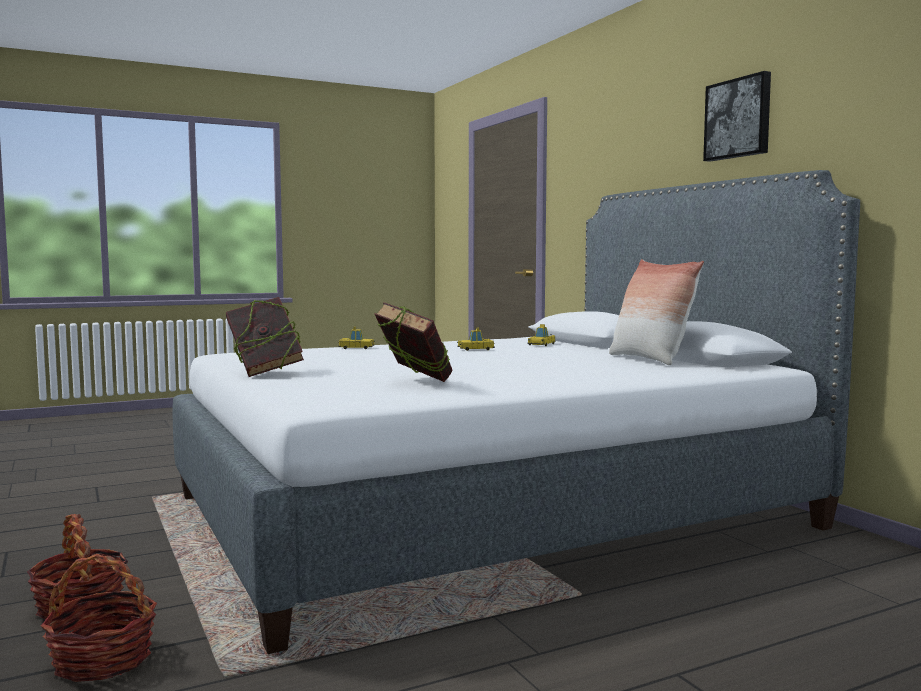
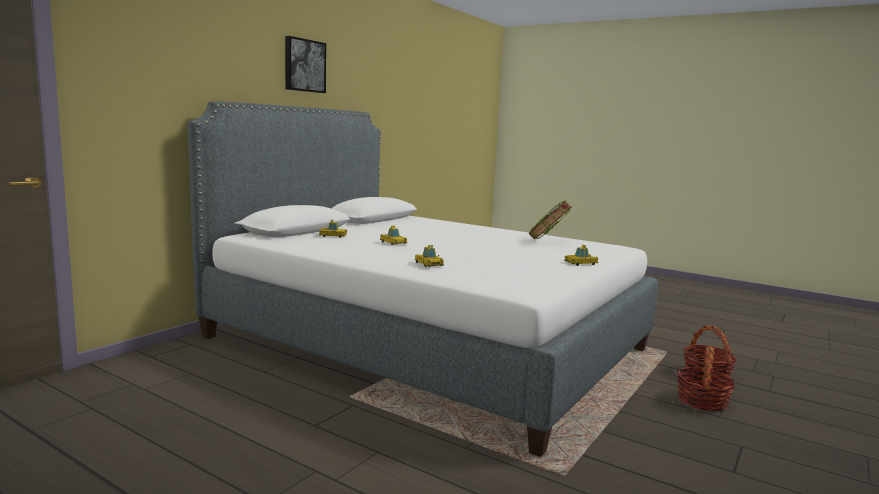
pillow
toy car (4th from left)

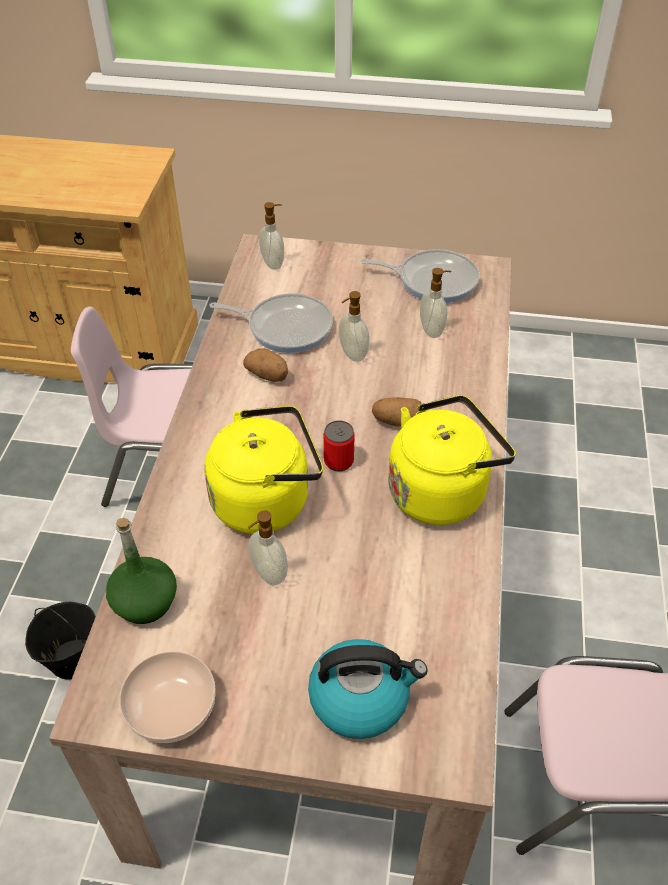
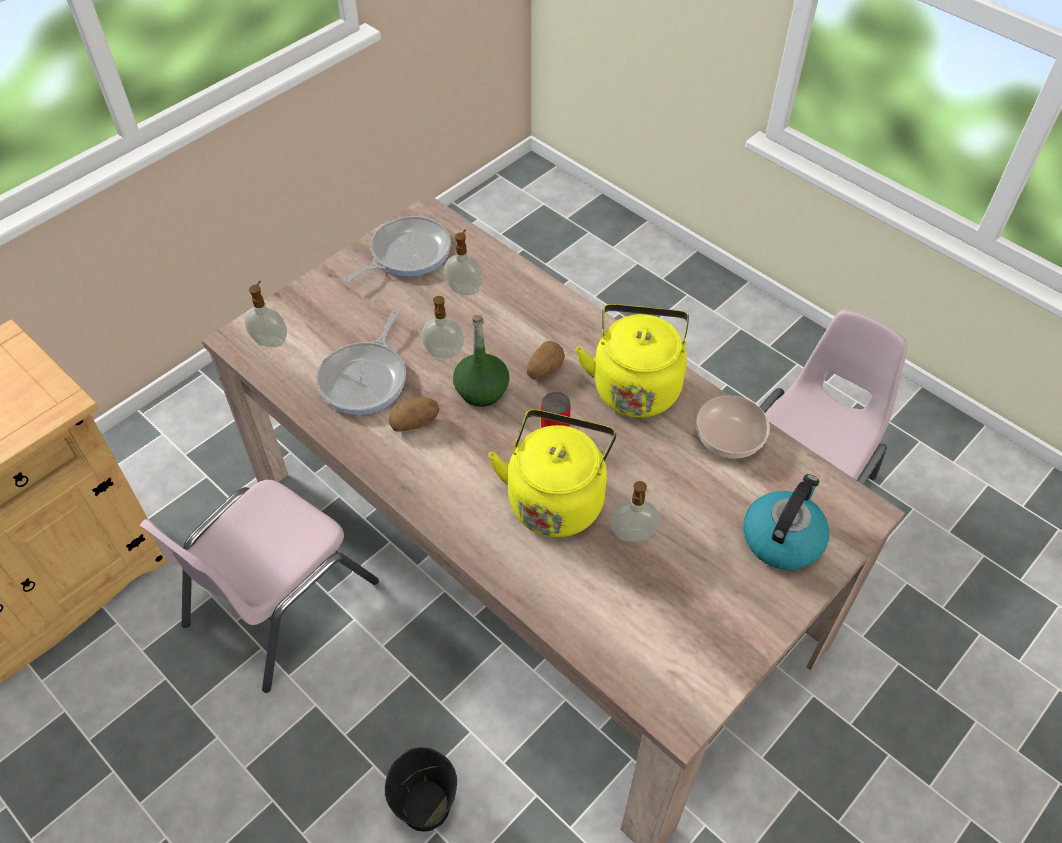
green bottle
bowl
frying pan (1st from left)

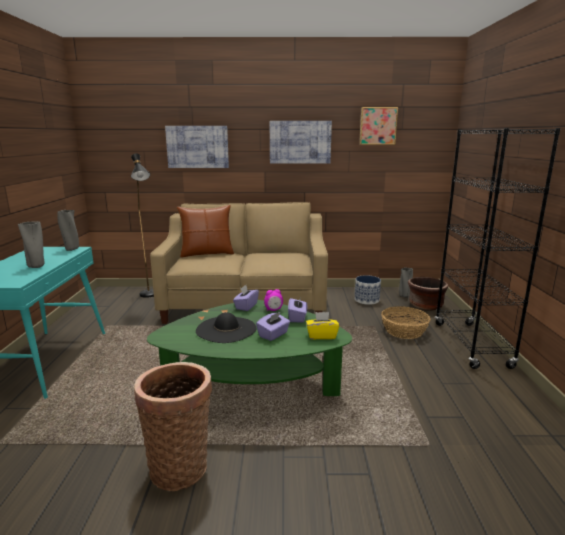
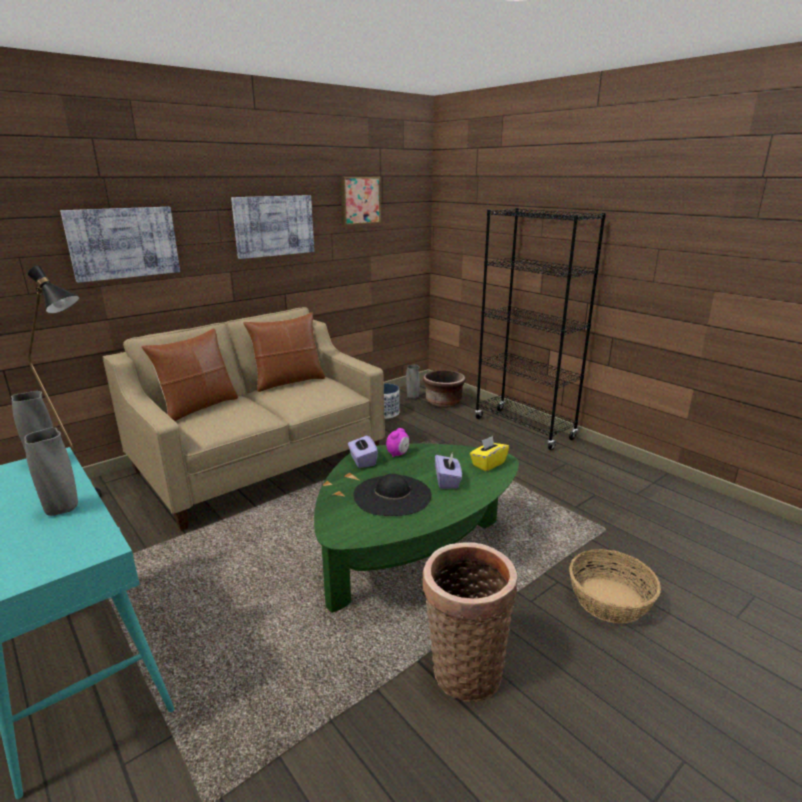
purple tissue box (3rd from left in the first image)
brown pillow (2nd from left)
basket (2nd from left)

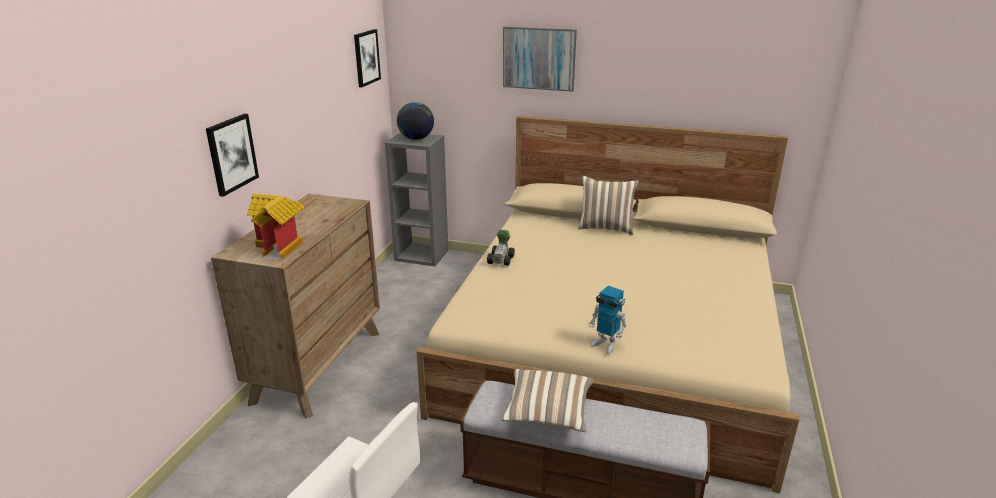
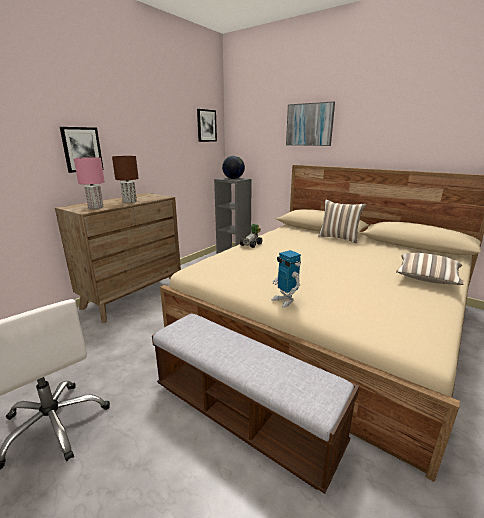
brown table lamp
pillow (2nd from left)
pink table lamp

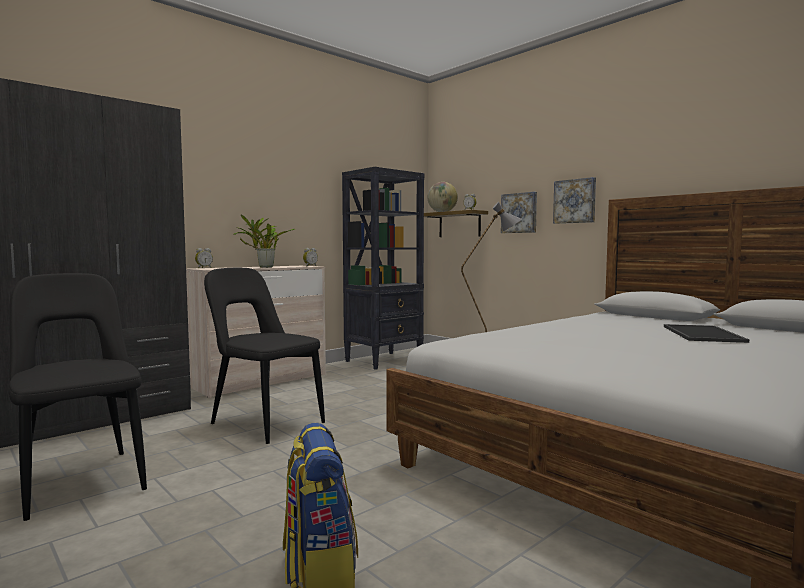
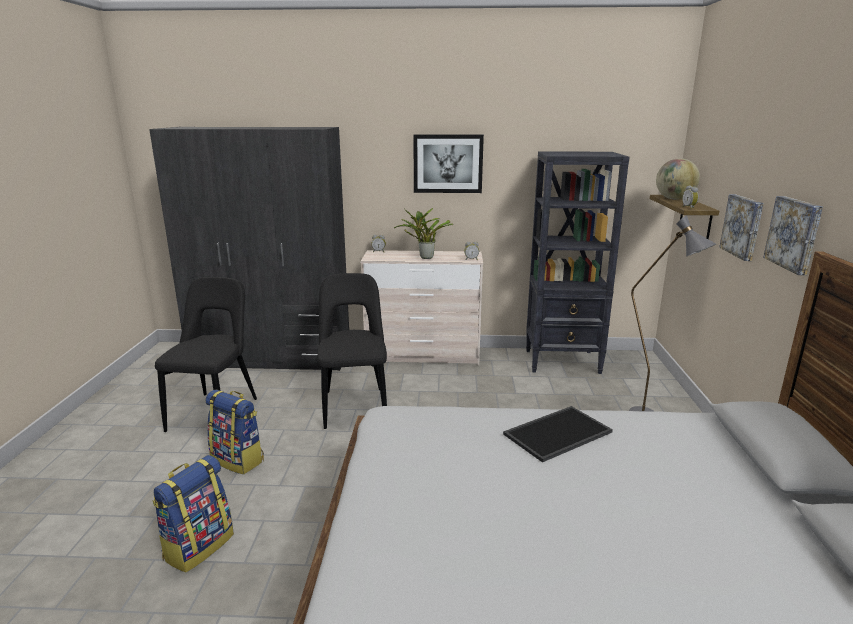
backpack (2nd from left)
picture (1st from left)
tray

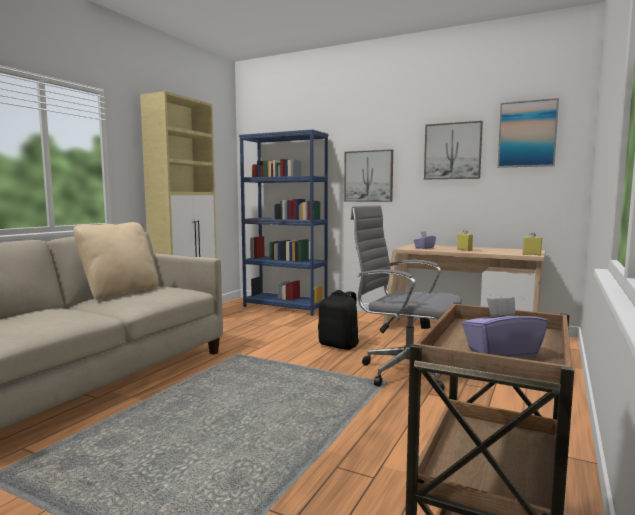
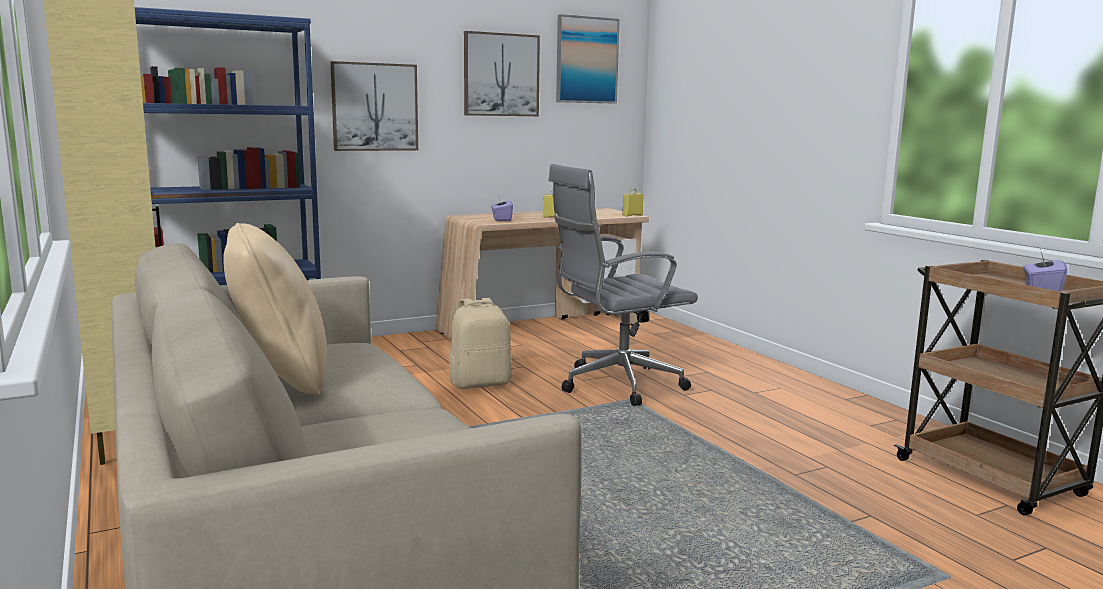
beige backpack

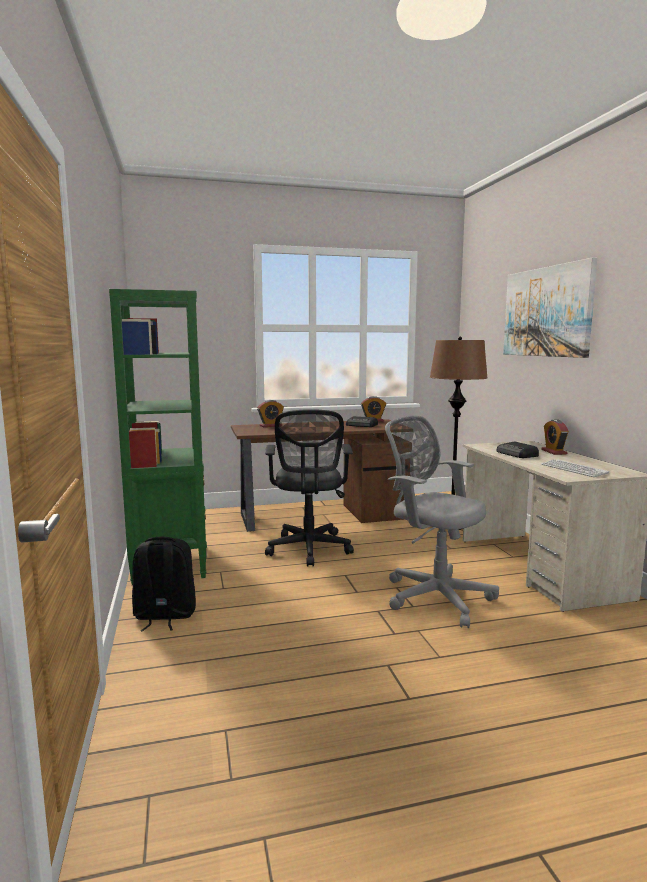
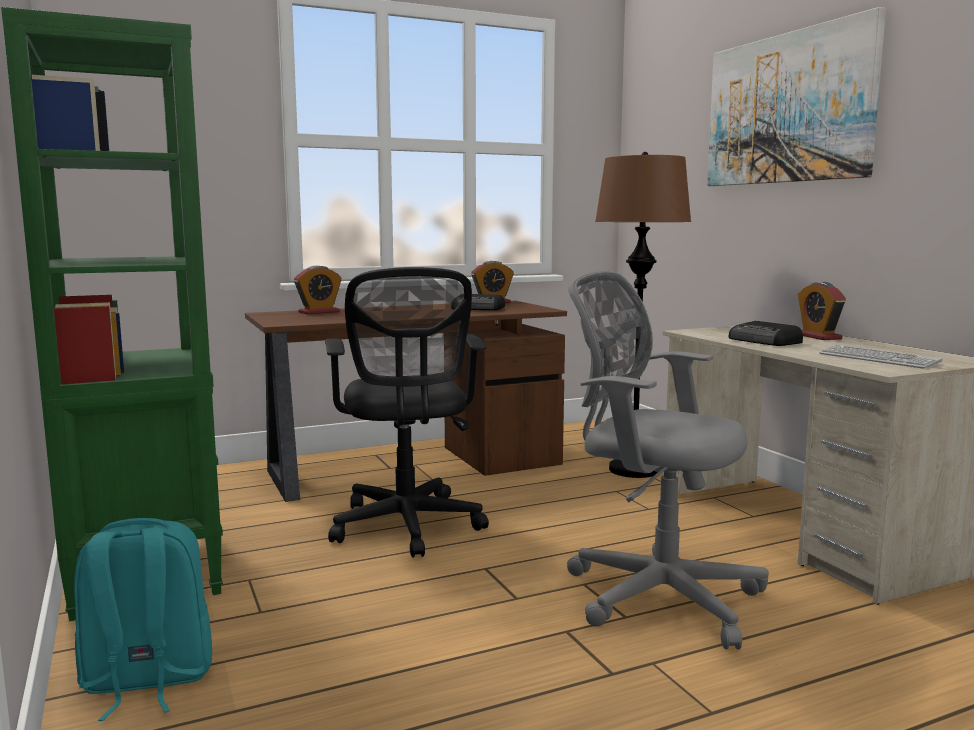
turquoise backpack

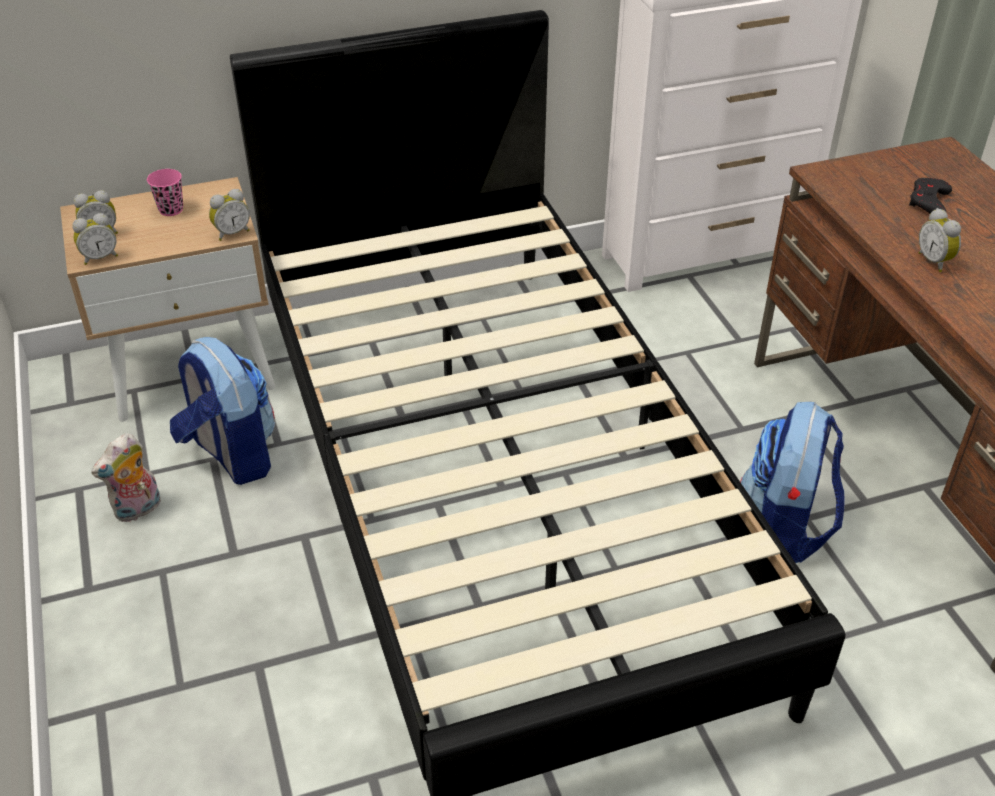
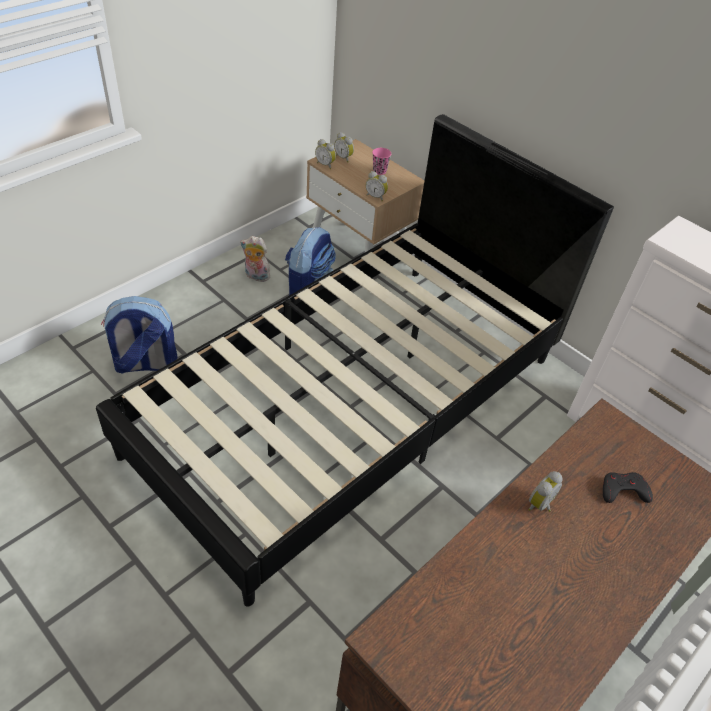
backpack (1st from left)

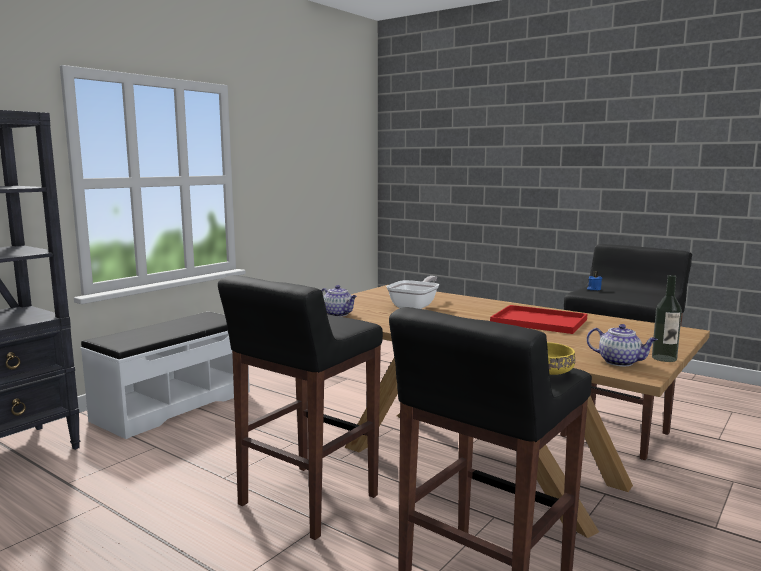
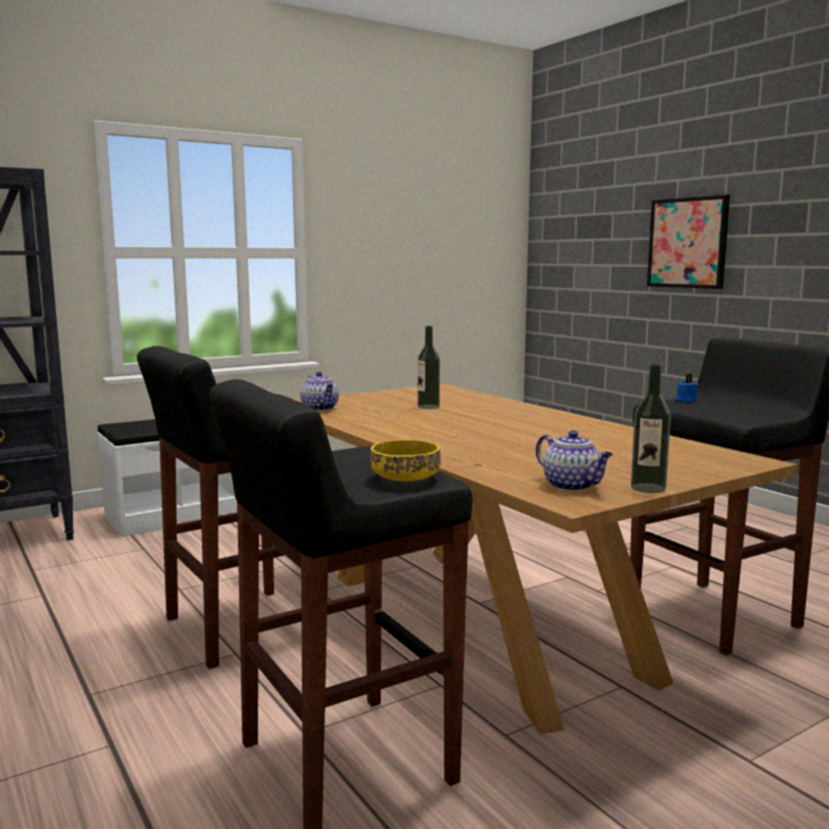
red tray
picture
bottle (1st from left)

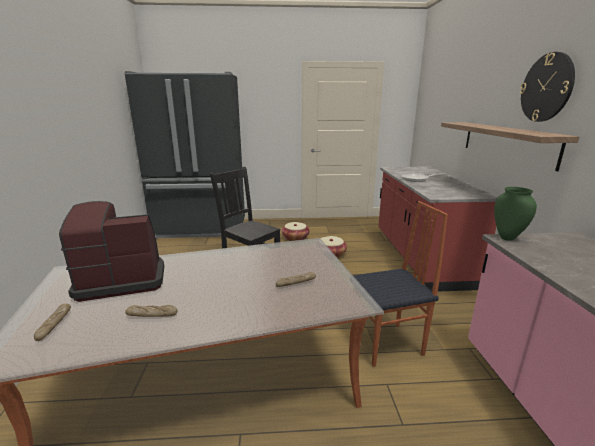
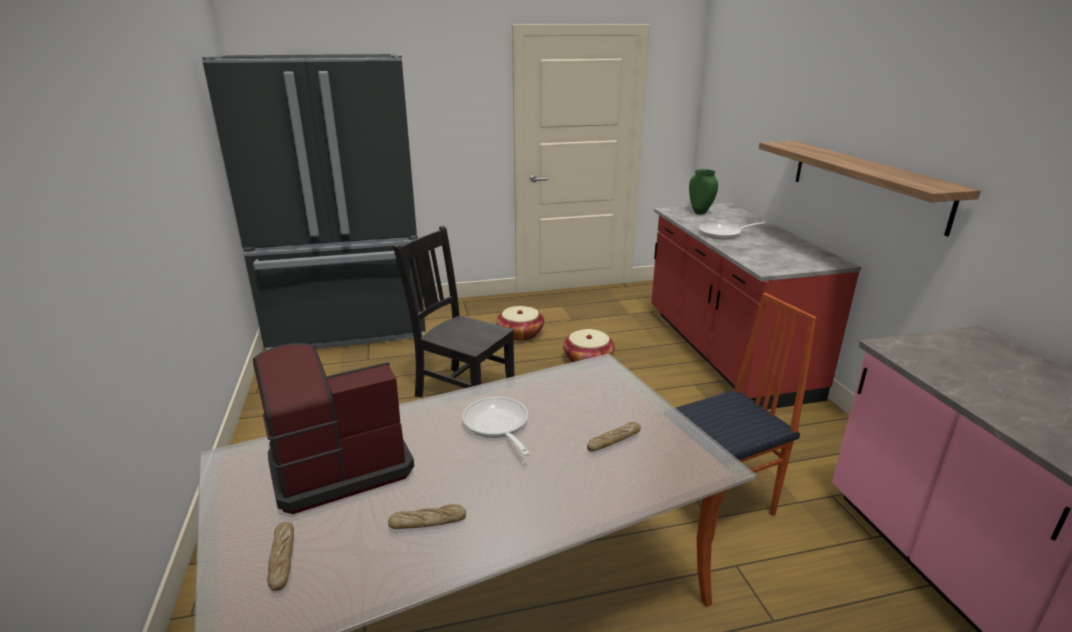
wall clock
frying pan (1st from left)
green vase

